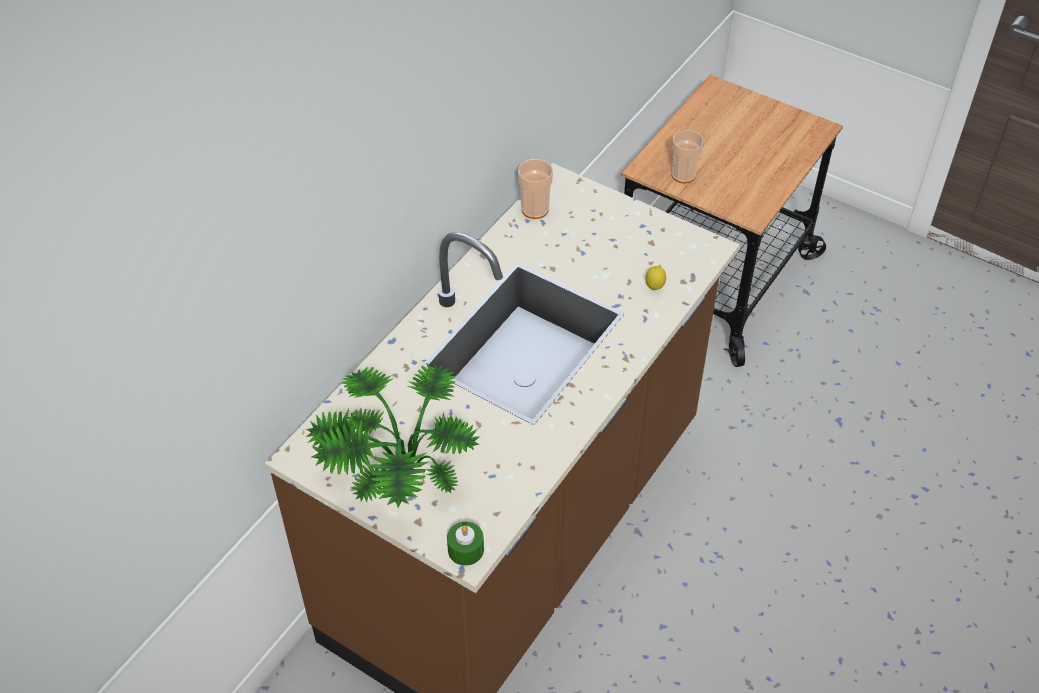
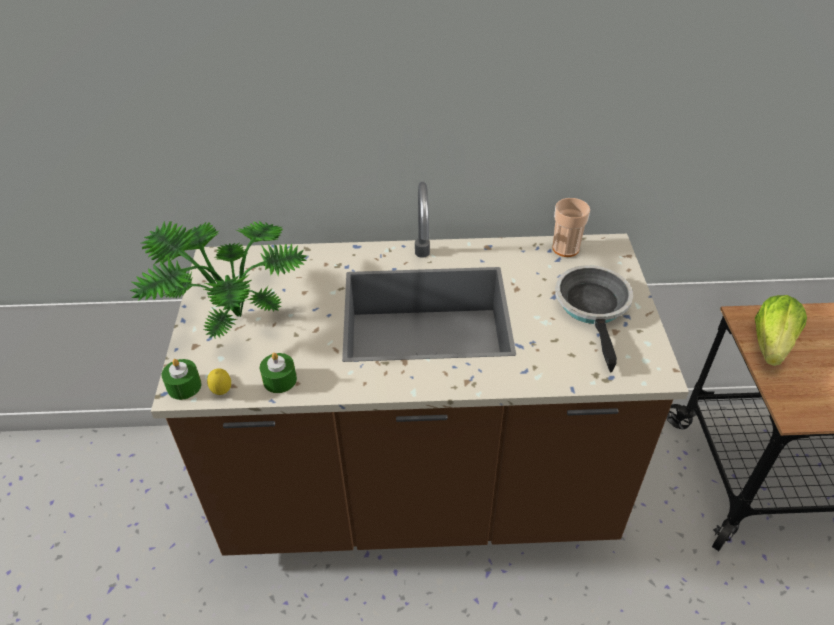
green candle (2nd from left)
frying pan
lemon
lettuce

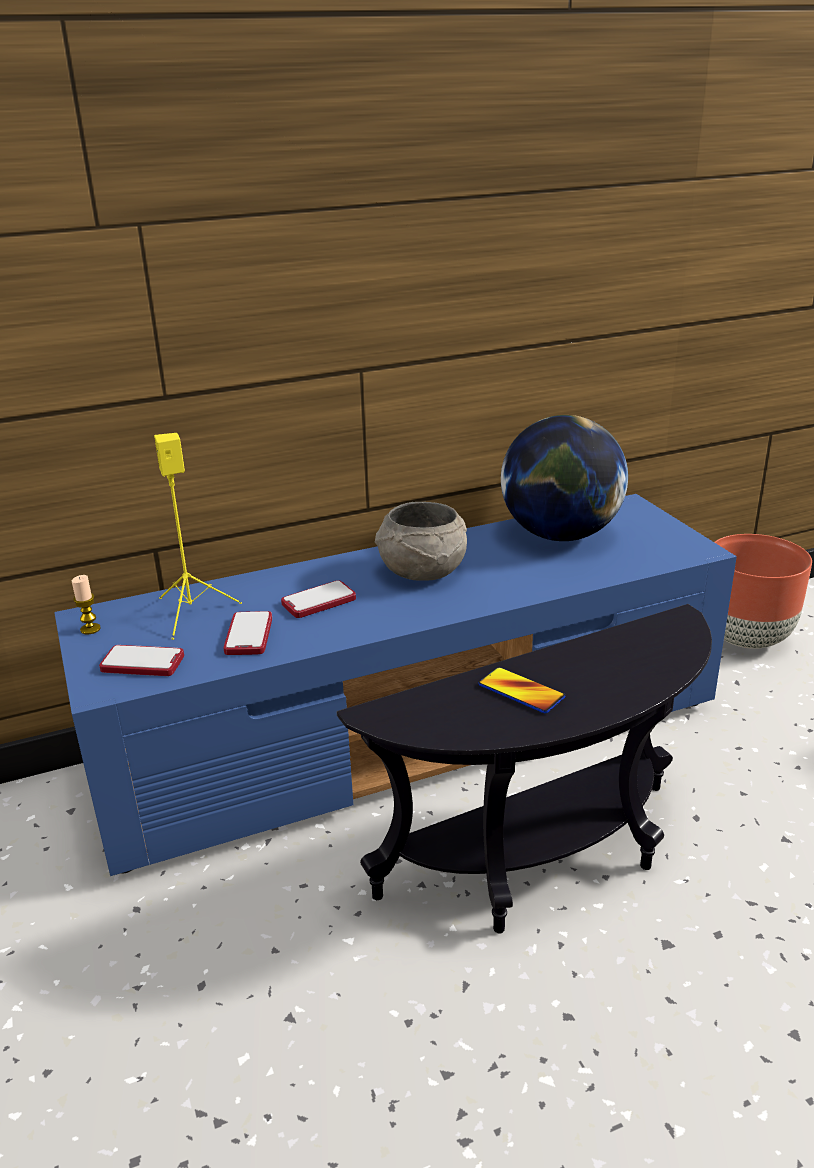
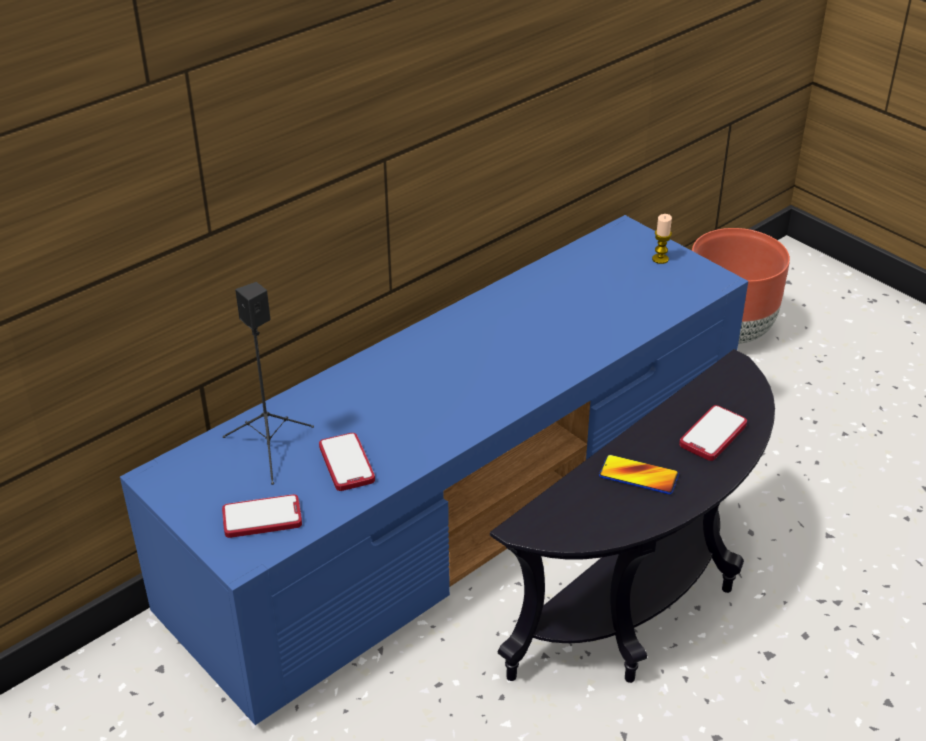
grey bowl
globe
candle
phone (4th from left)
black speaker

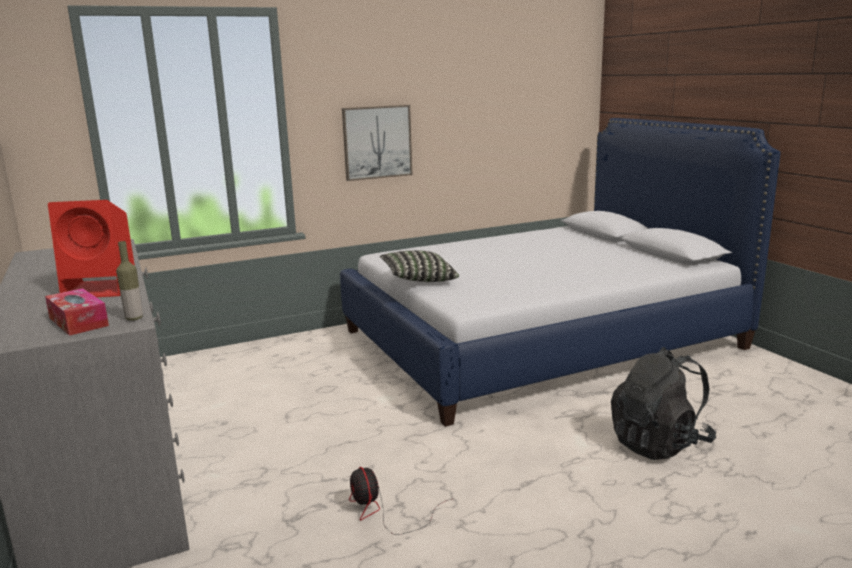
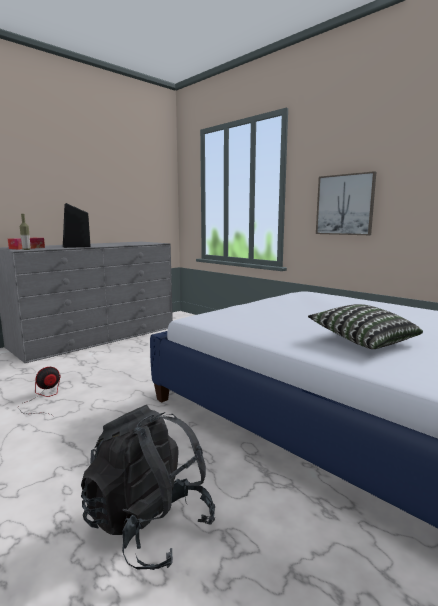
pillow
black speaker

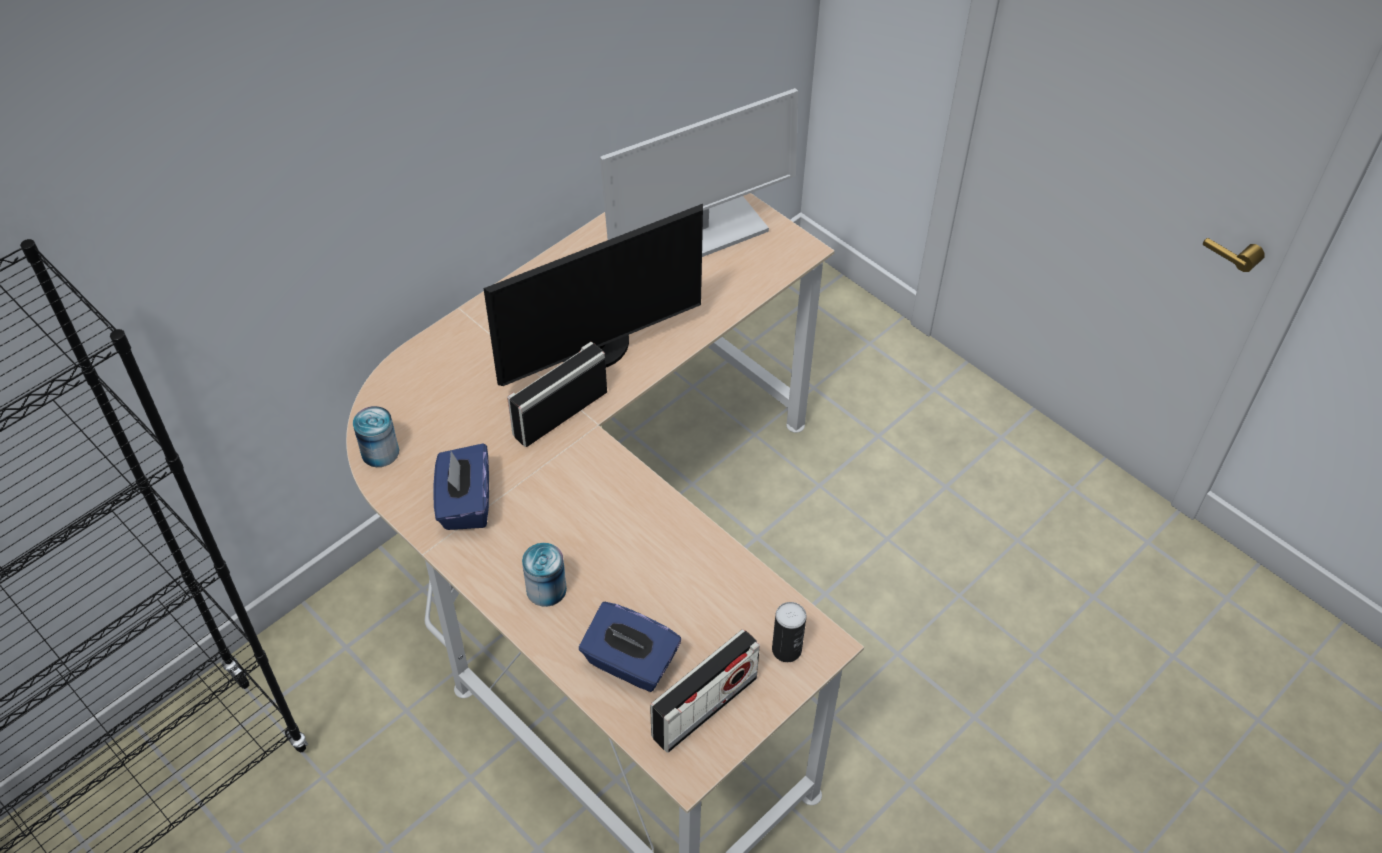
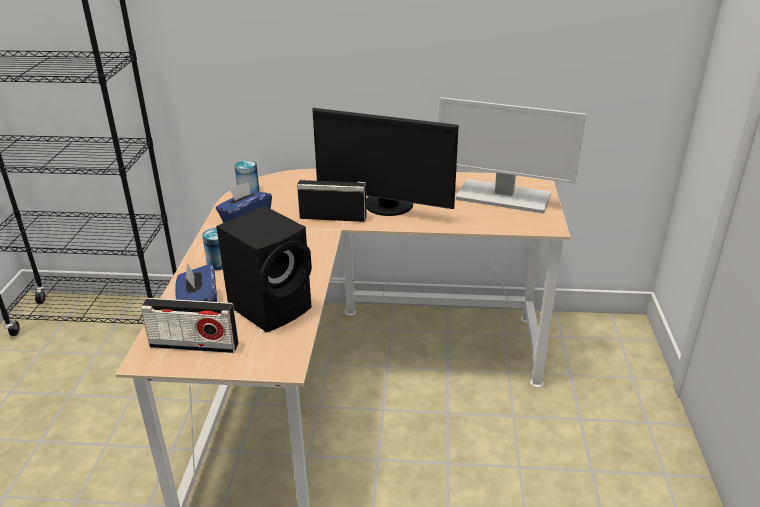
can (3rd from left in the first image)
black speaker

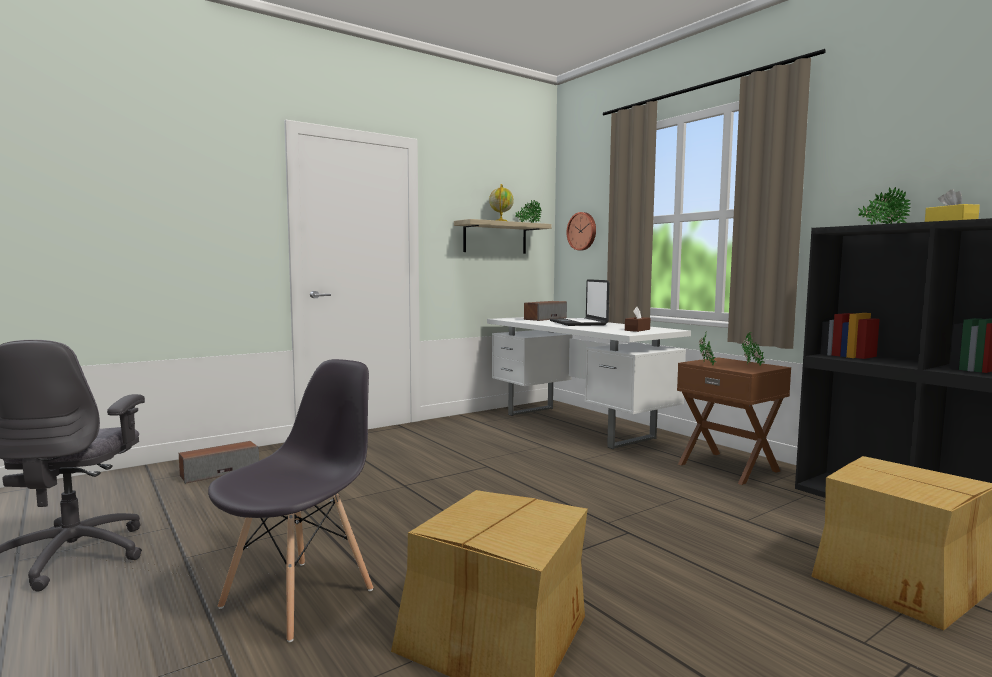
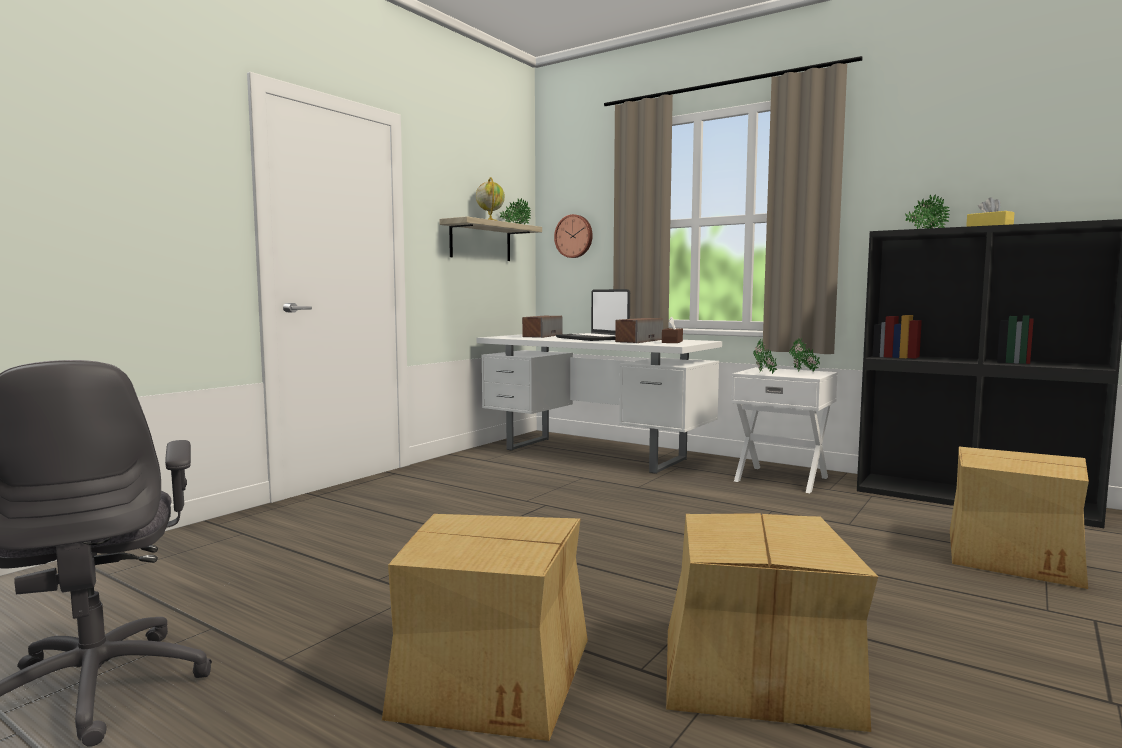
speaker (2nd from left)
cardboard box (1st from left)
white nightstand

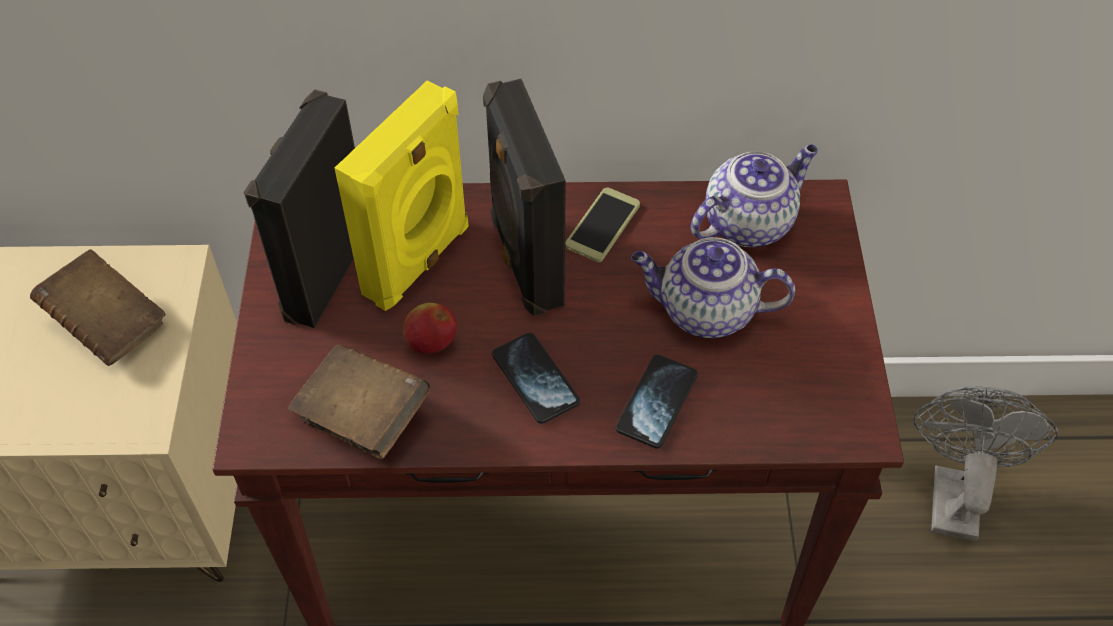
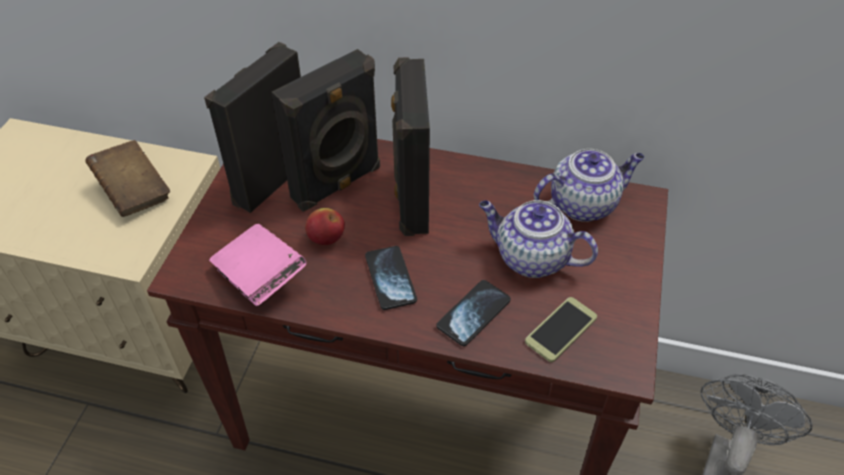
phone (3rd from left)
pink book
black speaker (2nd from left)

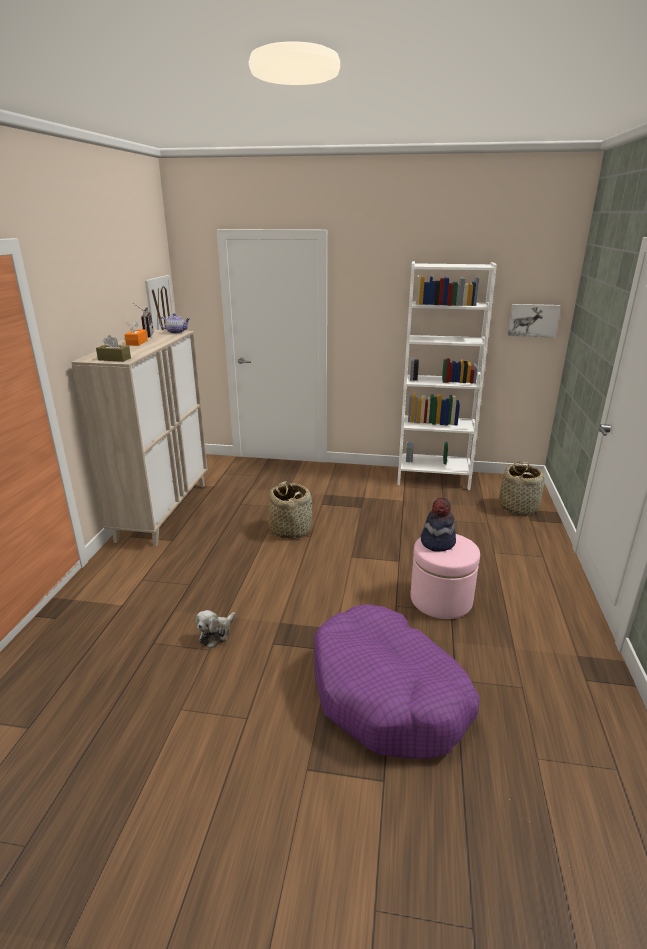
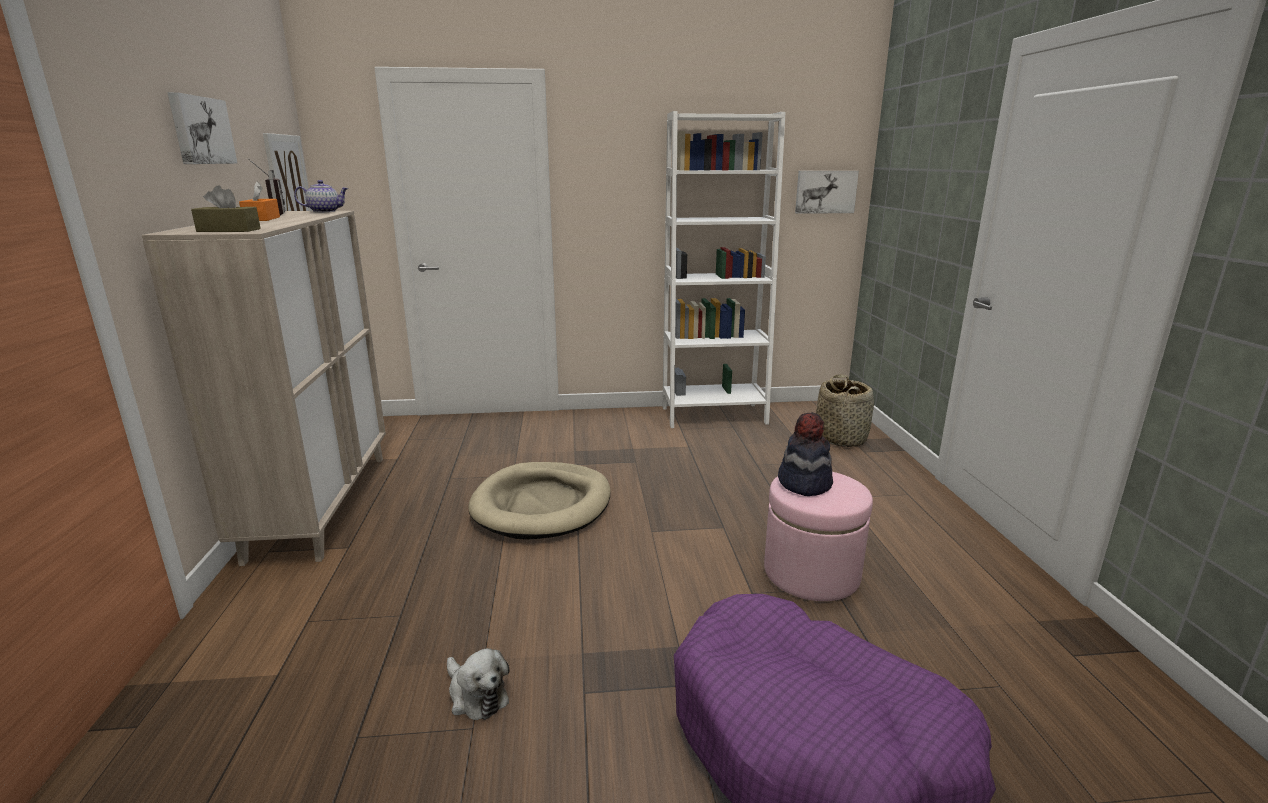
picture (1st from left)
beige dog bed
plush toy

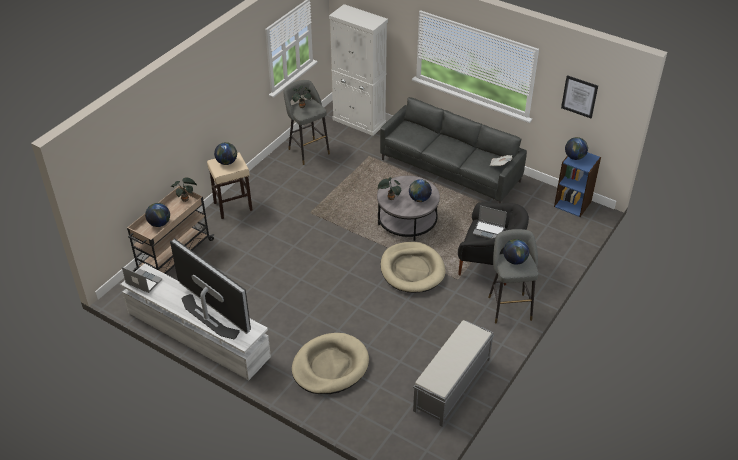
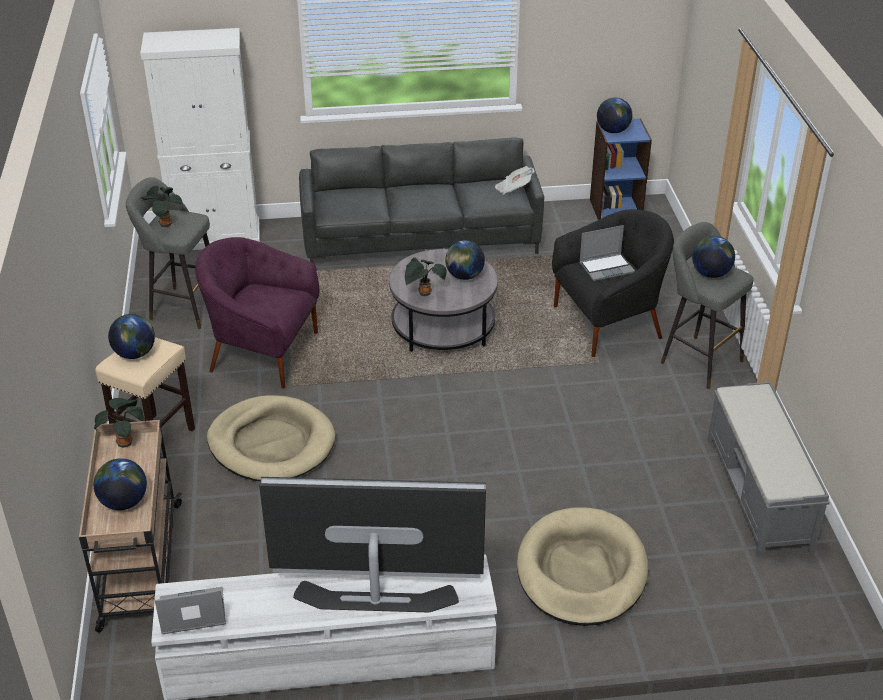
picture
purple armchair
beige dog bed (1st from left)

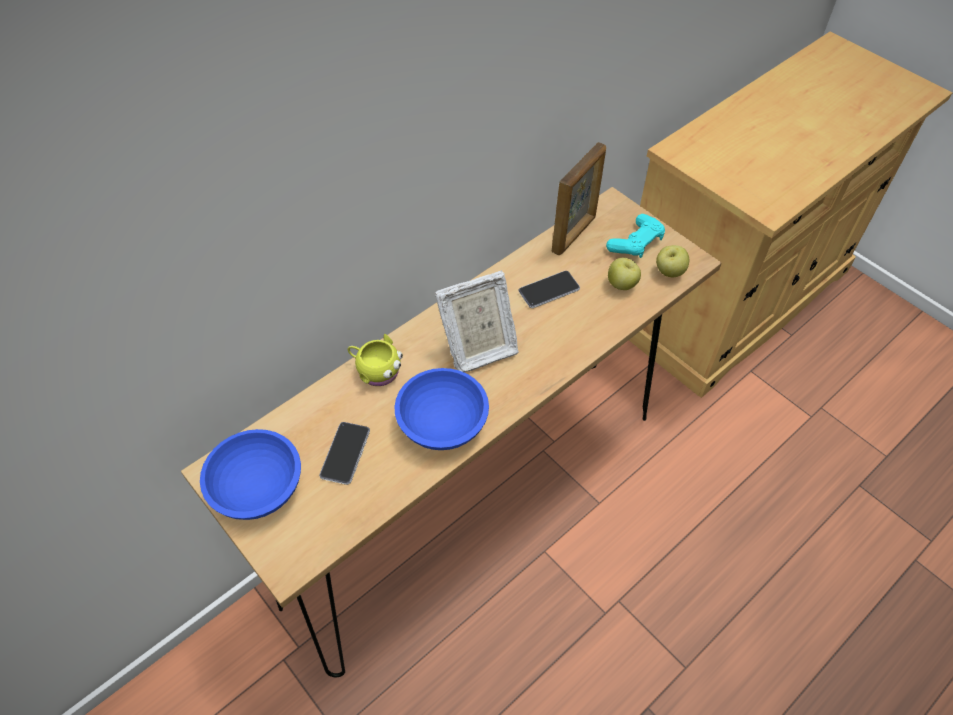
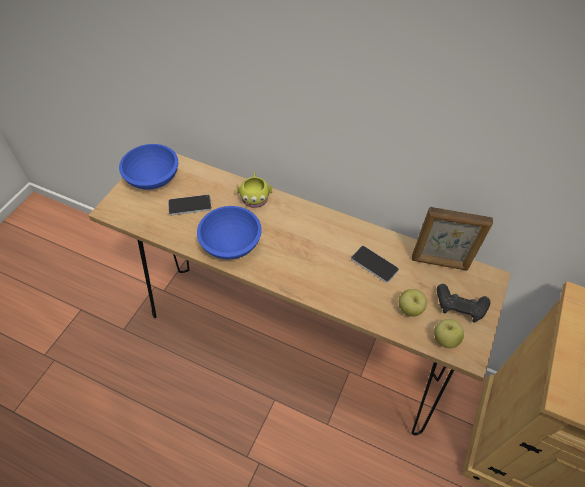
picture frame (1st from left in the first image)
black game controller

